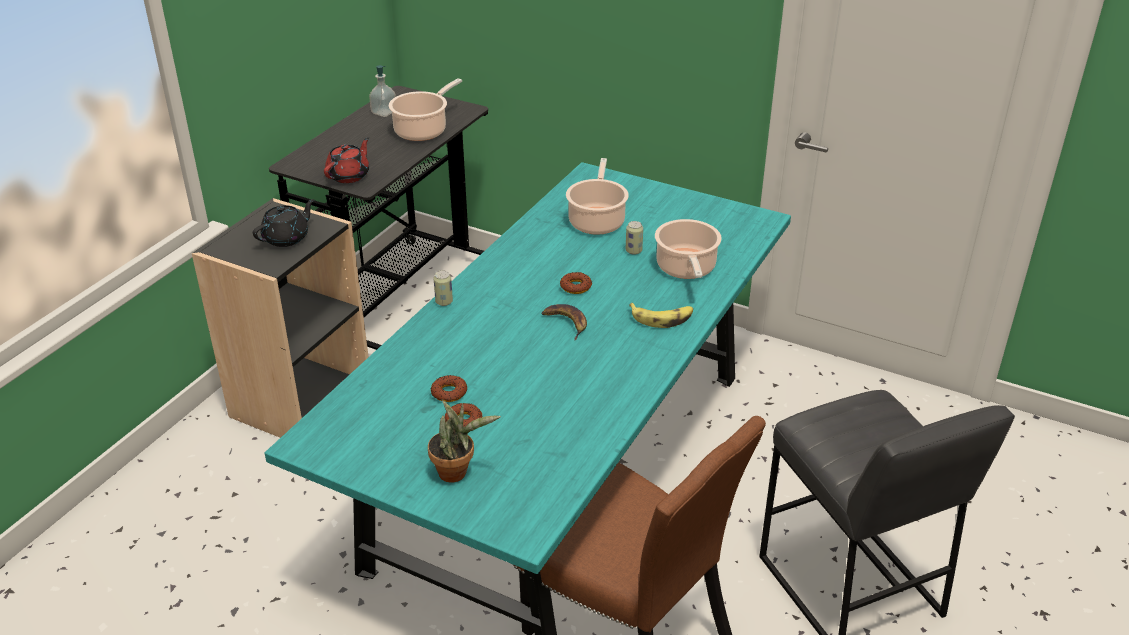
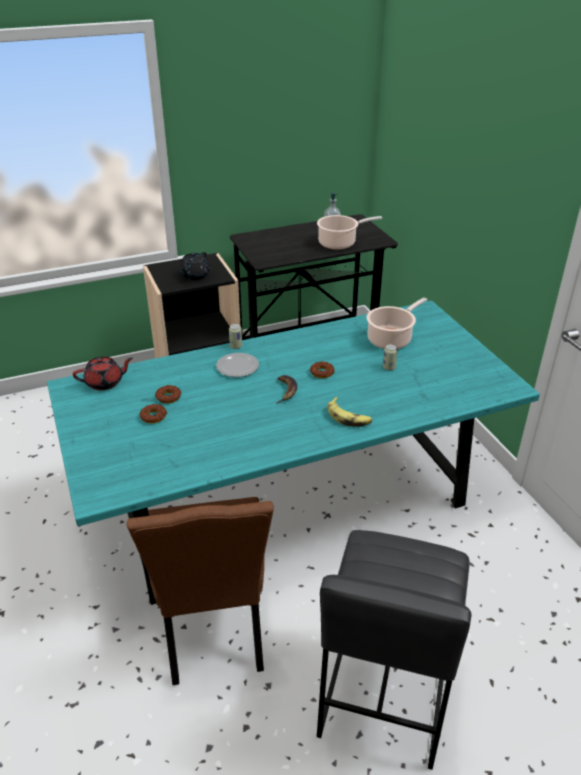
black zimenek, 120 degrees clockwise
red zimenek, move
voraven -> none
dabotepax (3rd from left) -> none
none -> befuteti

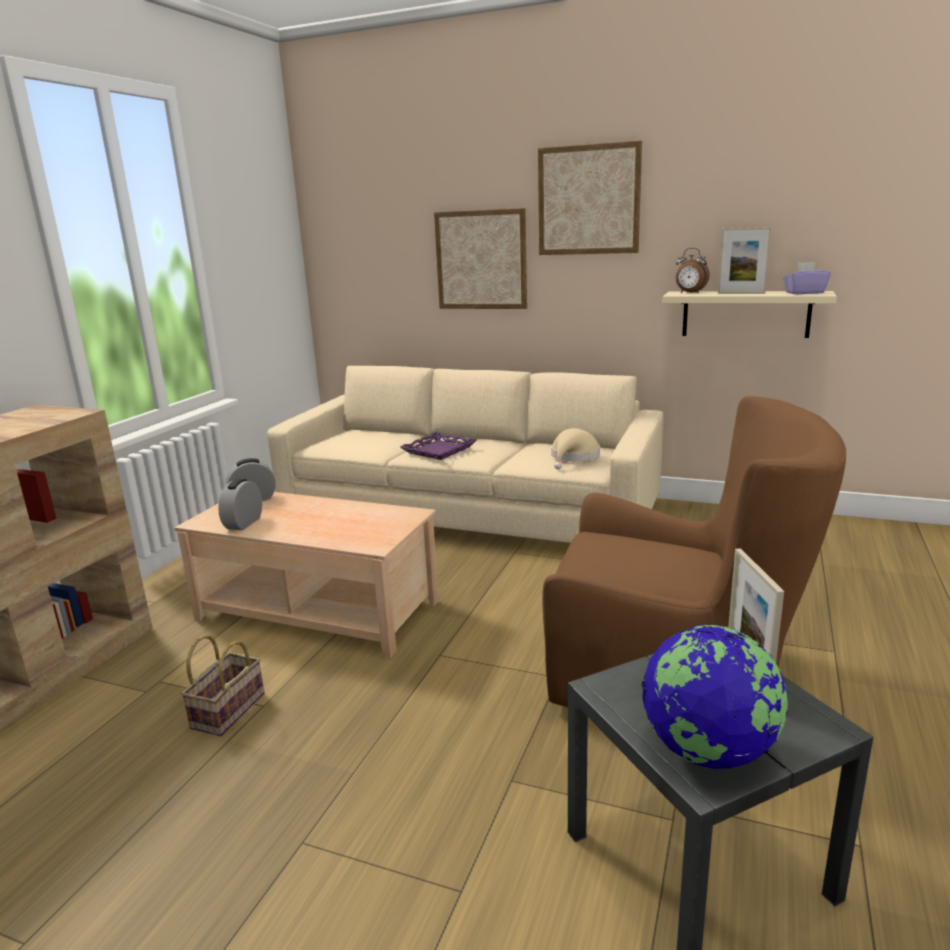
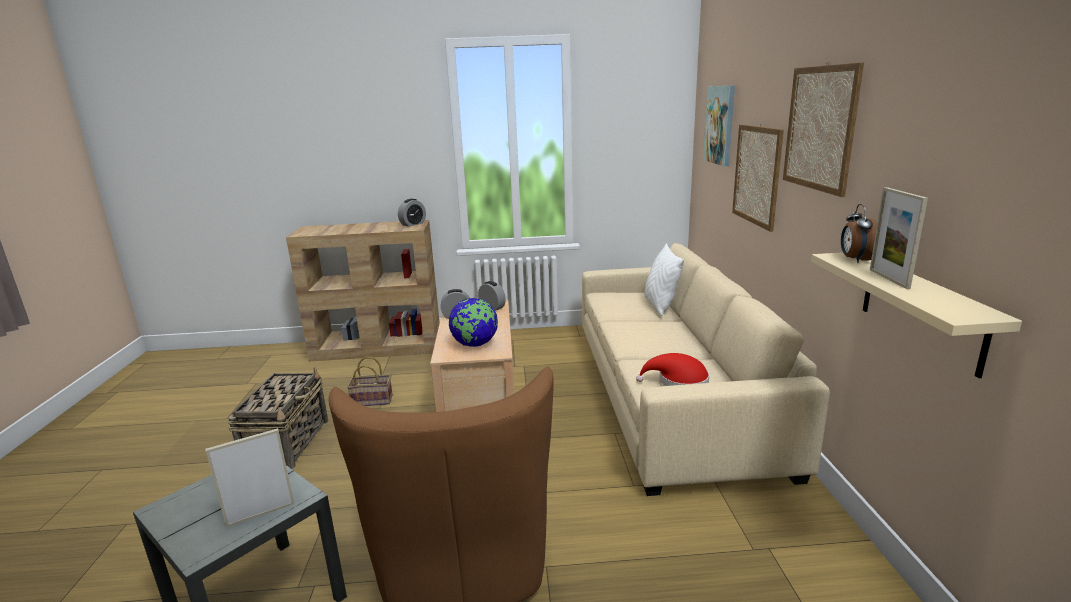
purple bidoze -> none
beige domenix -> red domenix
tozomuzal, move
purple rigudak -> none
none -> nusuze (1st from left)
none -> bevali (1st from left)
none -> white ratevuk
none -> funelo (1st from left)

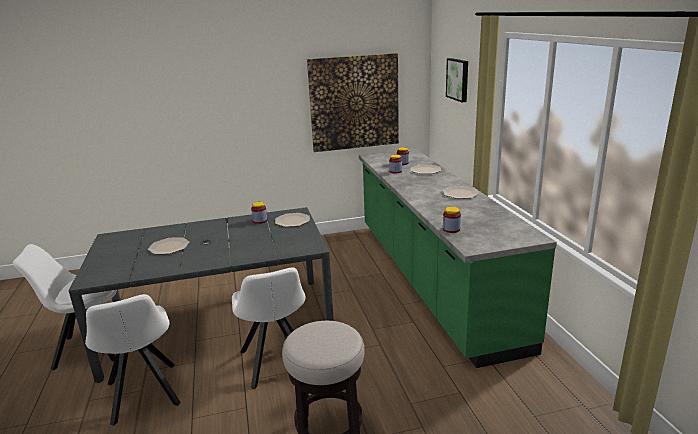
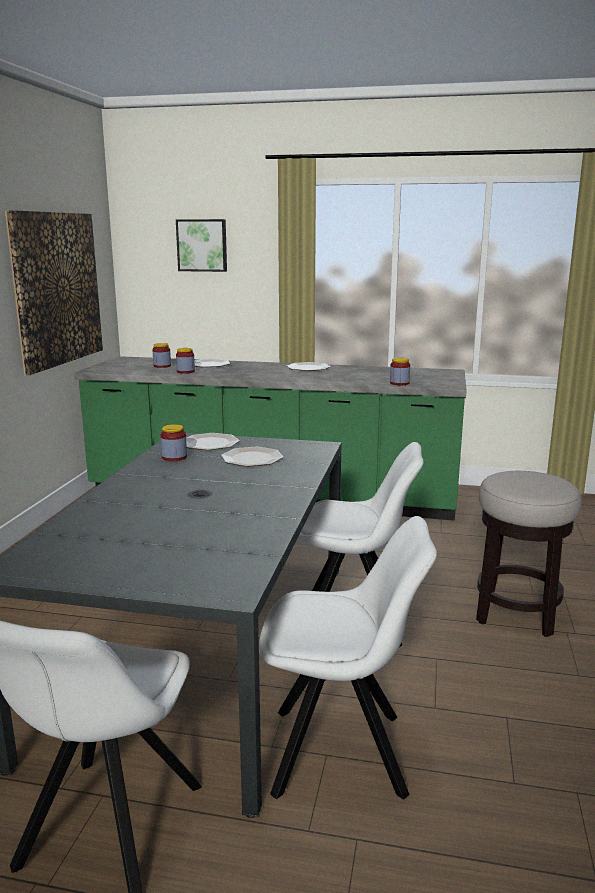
befuteti (1st from left in the first image) -> befuteti (3rd from left), move

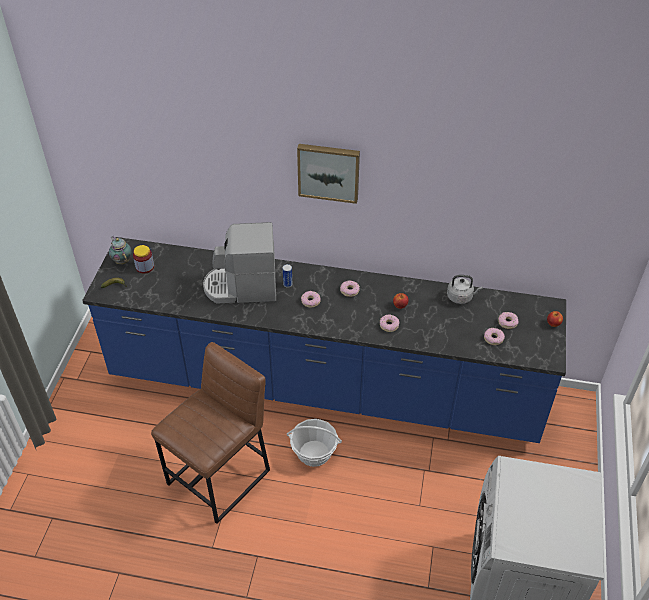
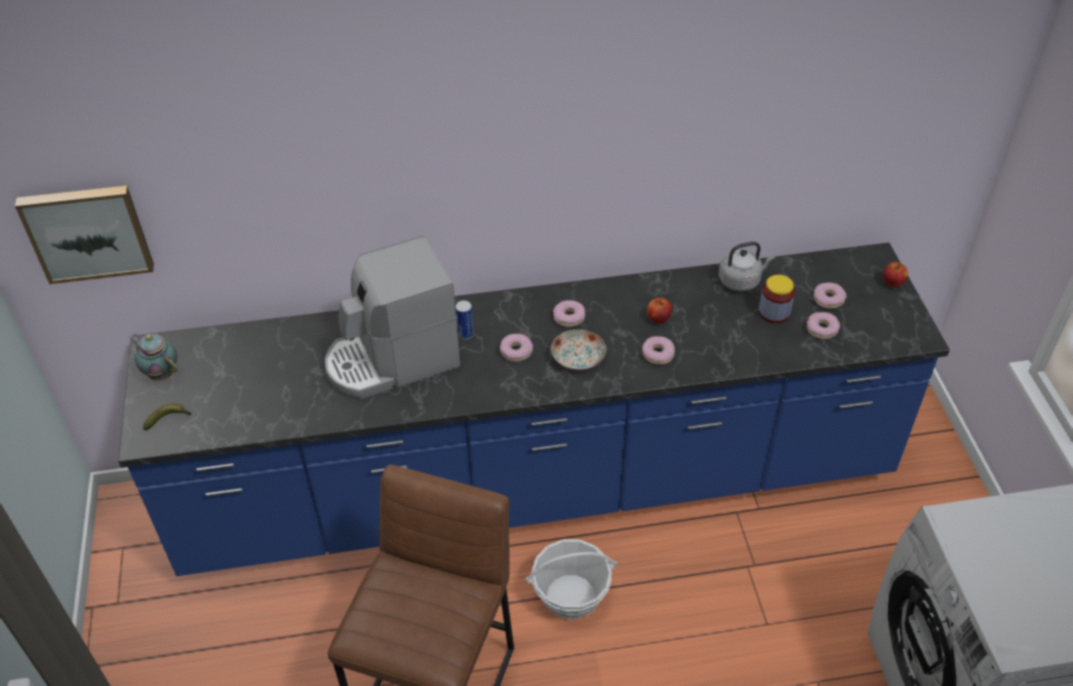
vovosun, move
funelo, move
none -> befuteti

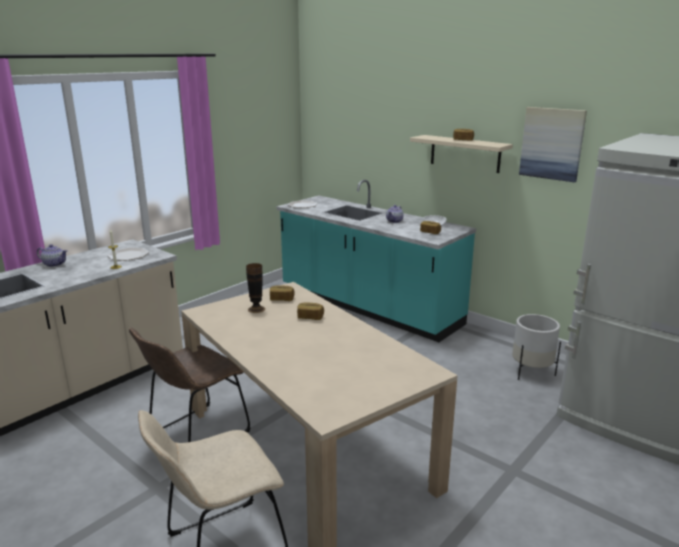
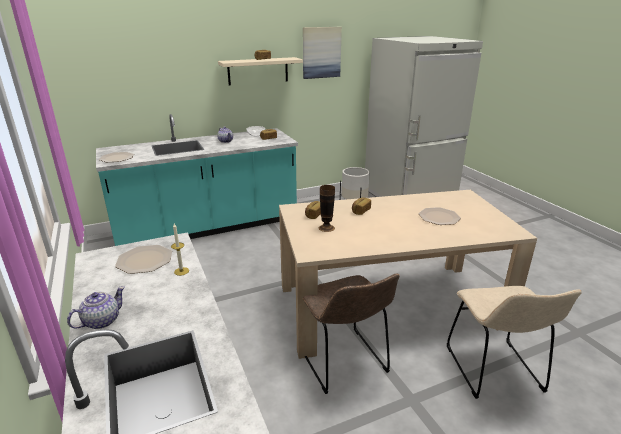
none -> befuteti (3rd from left)

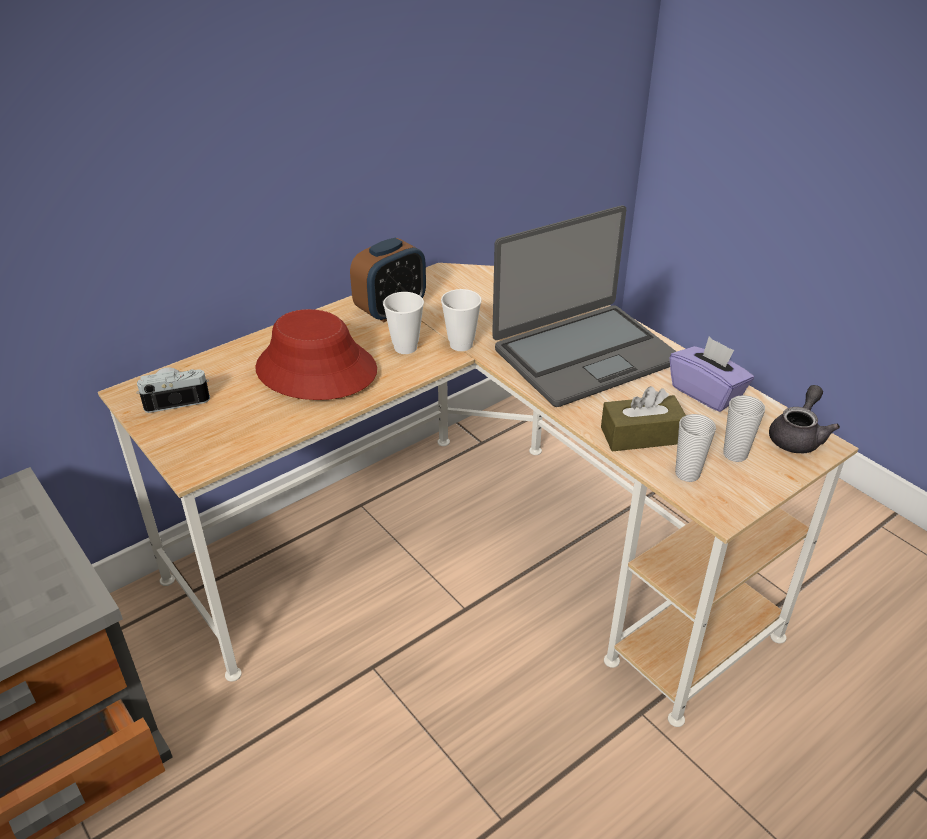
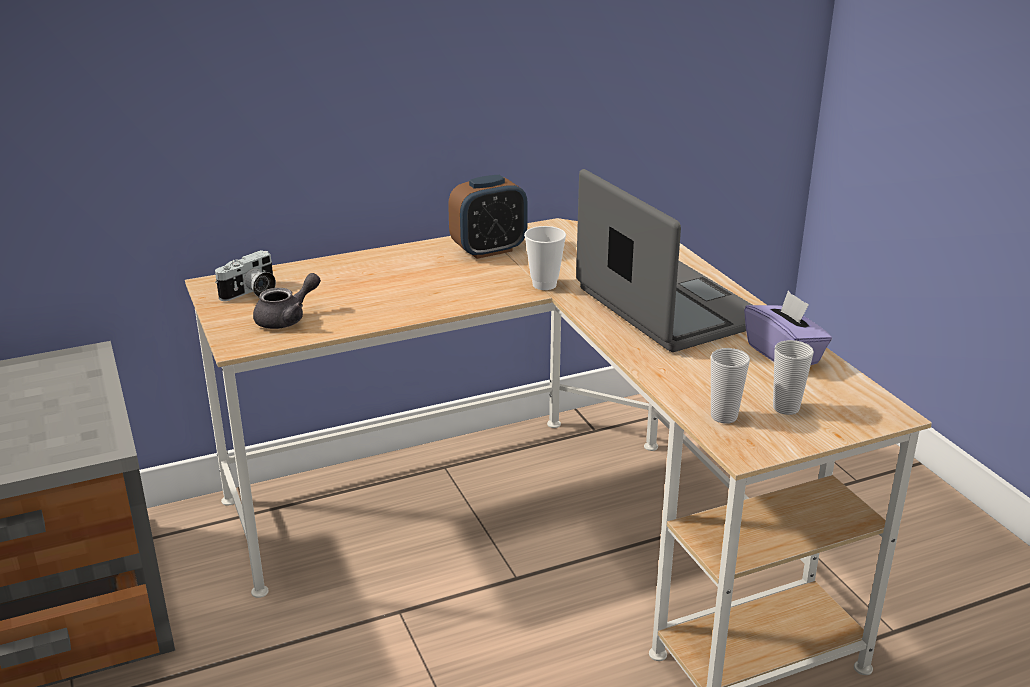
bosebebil, 135 degrees clockwise
red domenix -> none
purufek (1st from left) -> none
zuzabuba, 105 degrees counterclockwise
brown rigudak -> none
grey zimenek, move

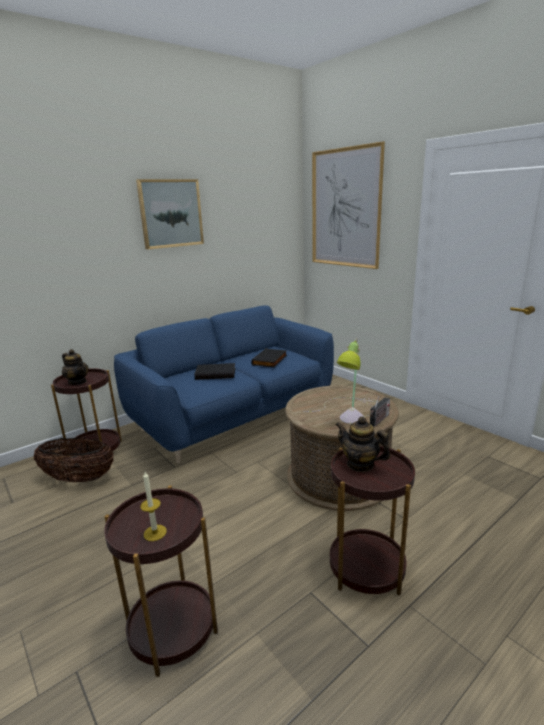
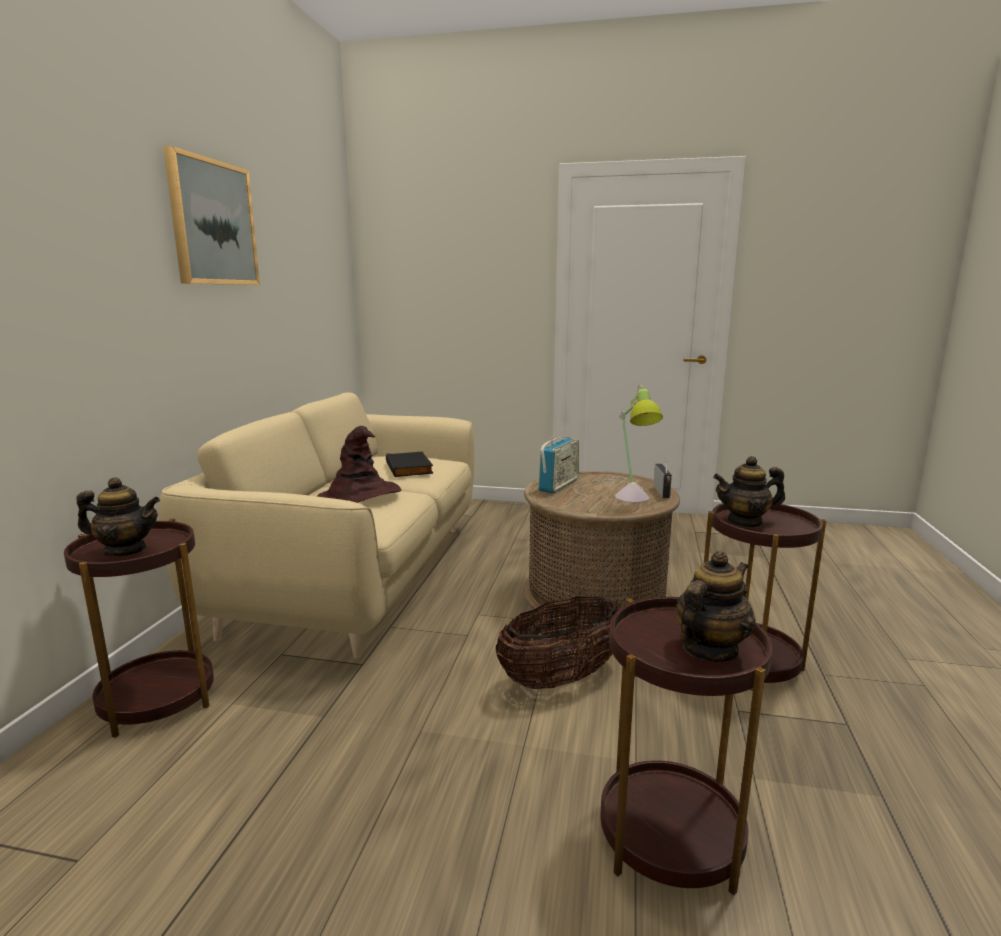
nusuze, move
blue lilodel -> beige lilodel
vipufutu -> zimenek (2nd from left)
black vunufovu (1st from left) -> brown domenix
funelo (2nd from left) -> none
none -> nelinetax (1st from left)

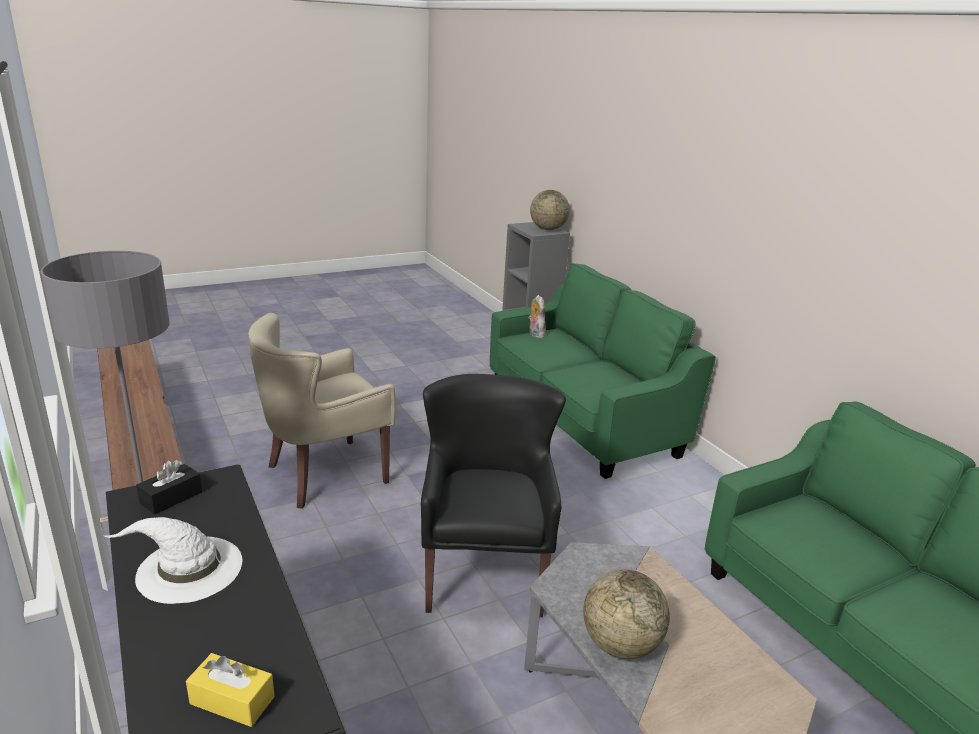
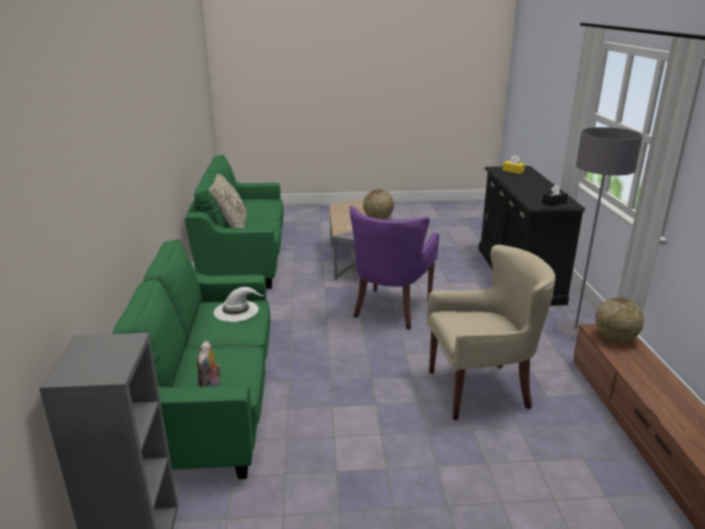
white domenix, move
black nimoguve -> purple nimoguve
tozomuzal (1st from left in the first image) -> tozomuzal (2nd from left), move
none -> beige ratevuk

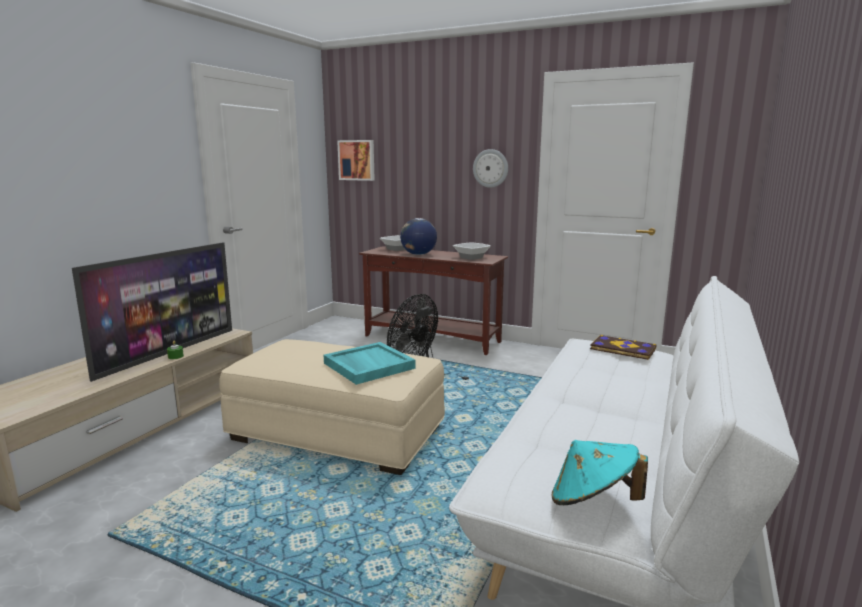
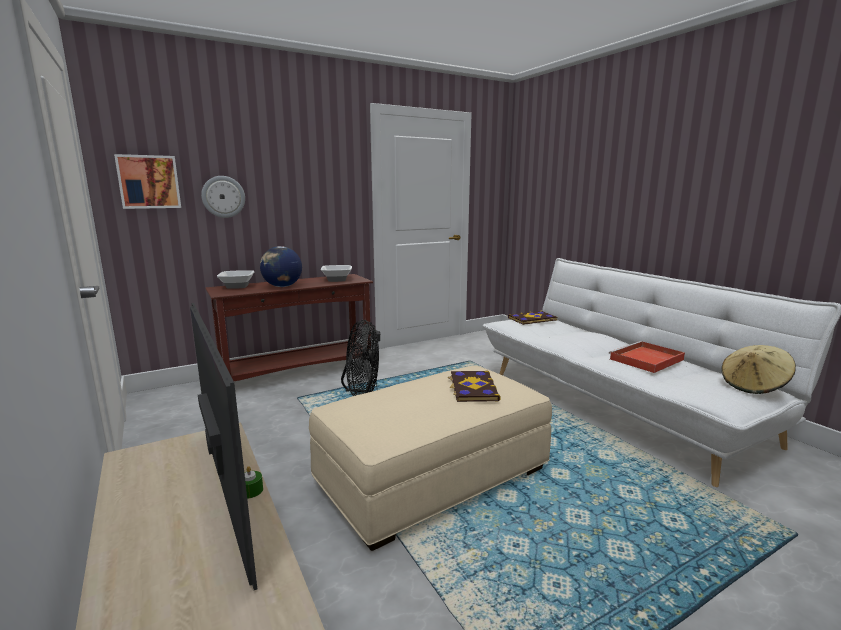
turquoise bidoze -> vunufovu (1st from left)
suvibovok, move
turquoise domenix -> beige domenix
none -> red bidoze

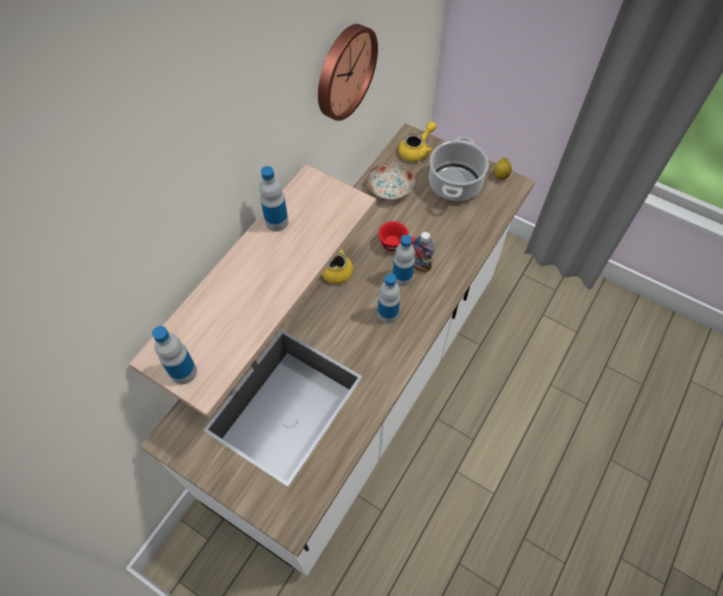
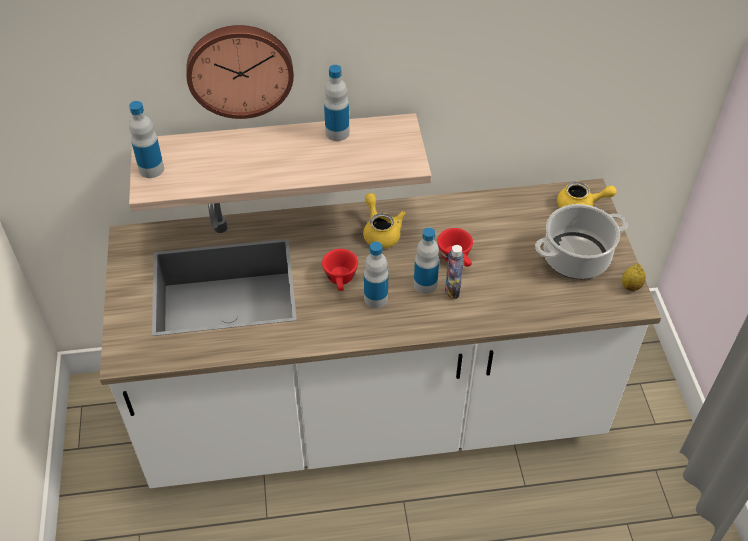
suvibovok, move
befuteti -> none
none -> red purufek (1st from left)

